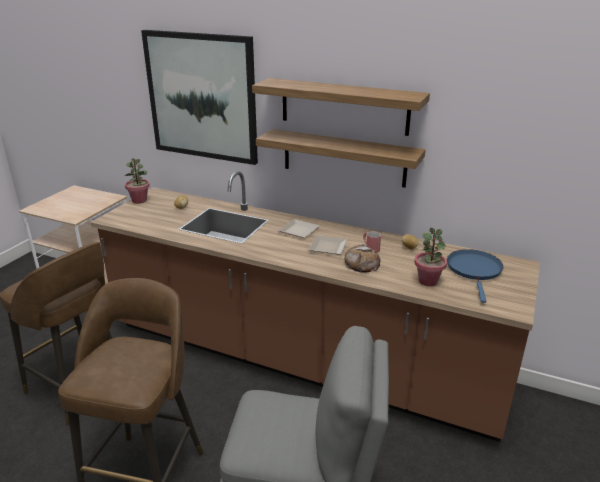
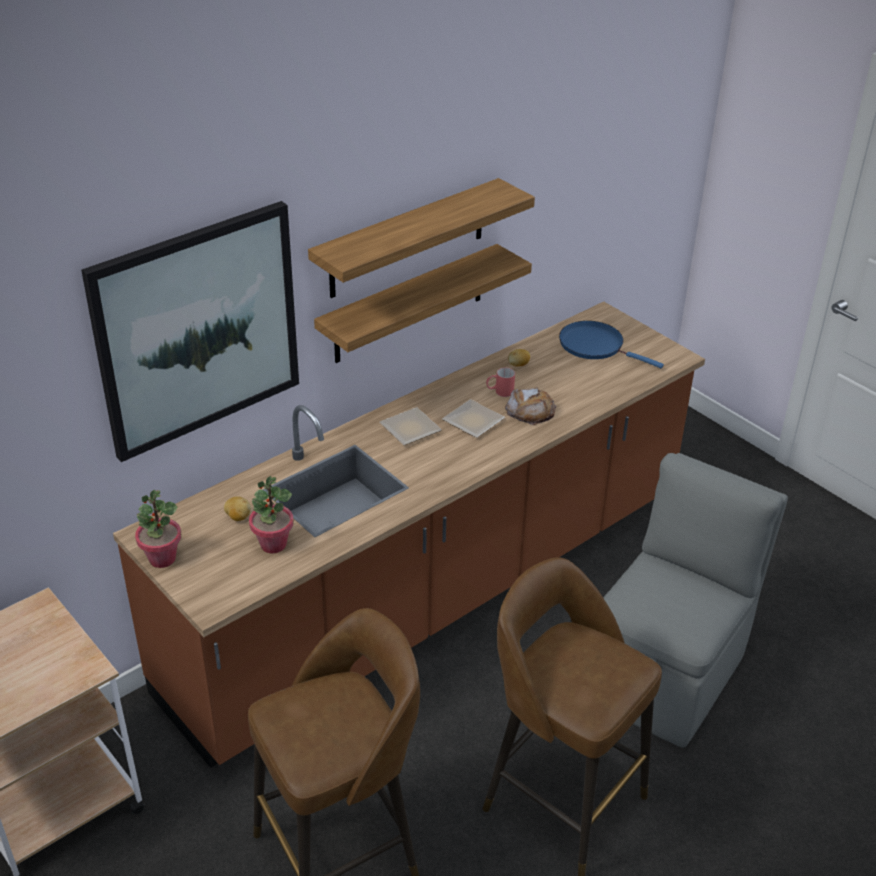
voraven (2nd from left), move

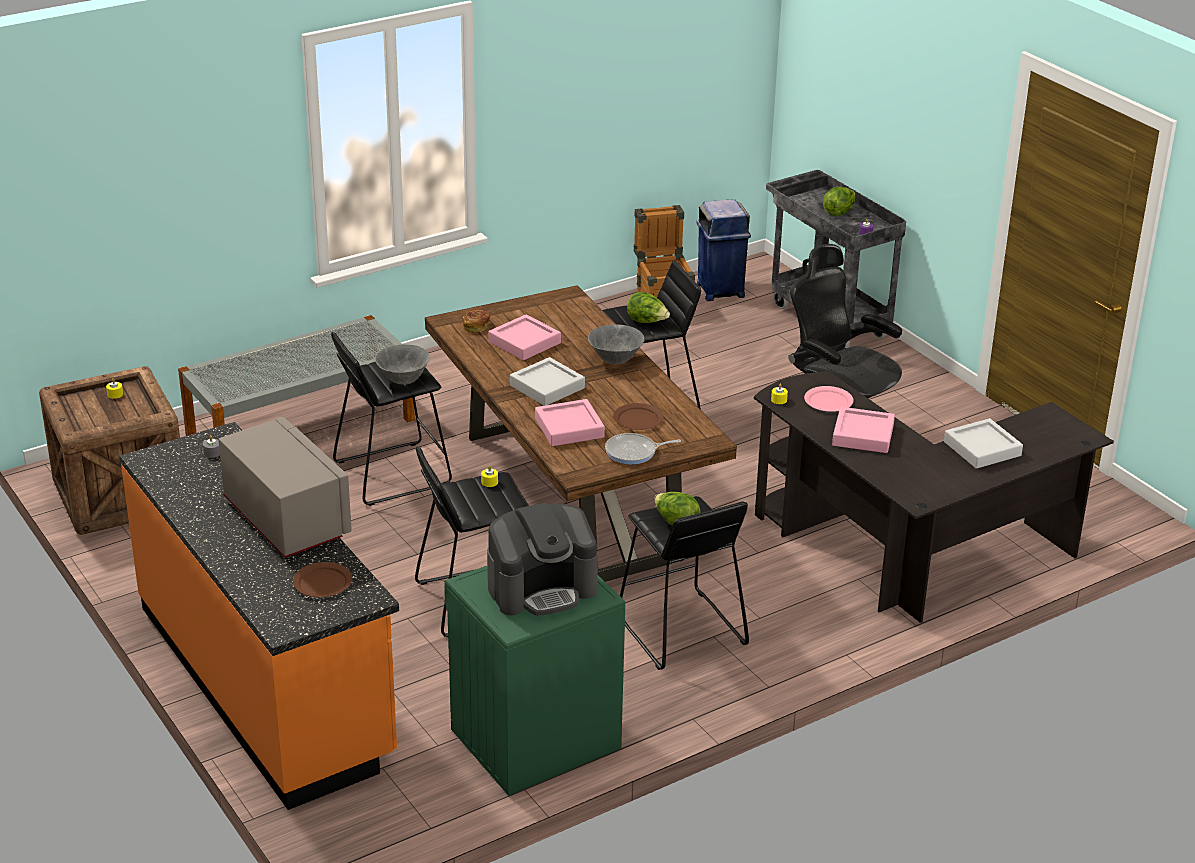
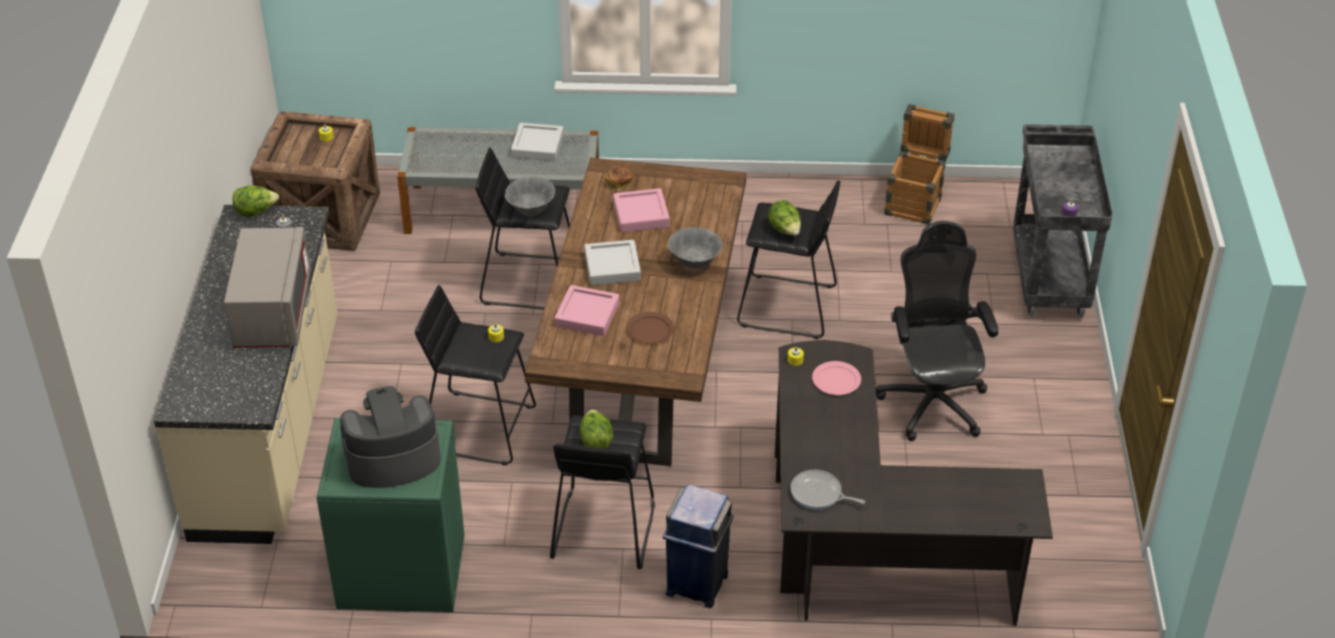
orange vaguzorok -> beige vaguzorok
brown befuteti (1st from left) -> none
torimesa, 150 degrees clockwise
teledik, move
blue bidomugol, move
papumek (3rd from left in the first image) -> papumek (1st from left), move
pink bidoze (3rd from left) -> none
grey bidoze (2nd from left in the first image) -> grey bidoze (1st from left), move

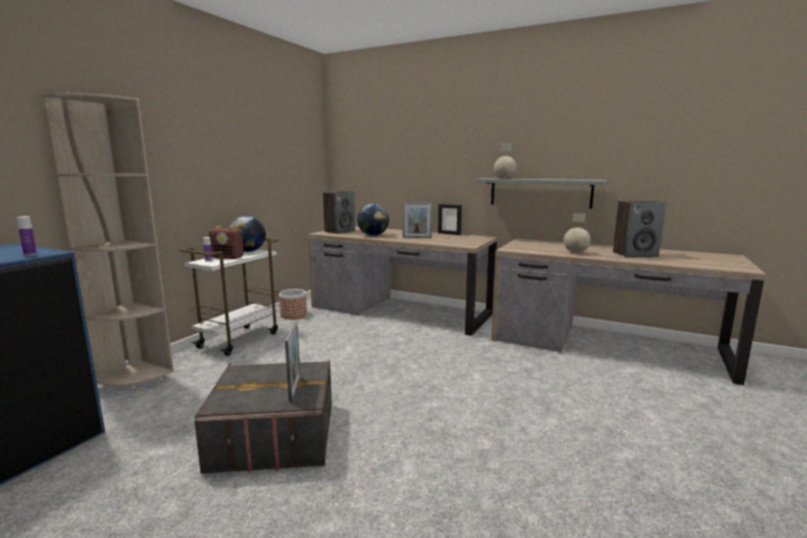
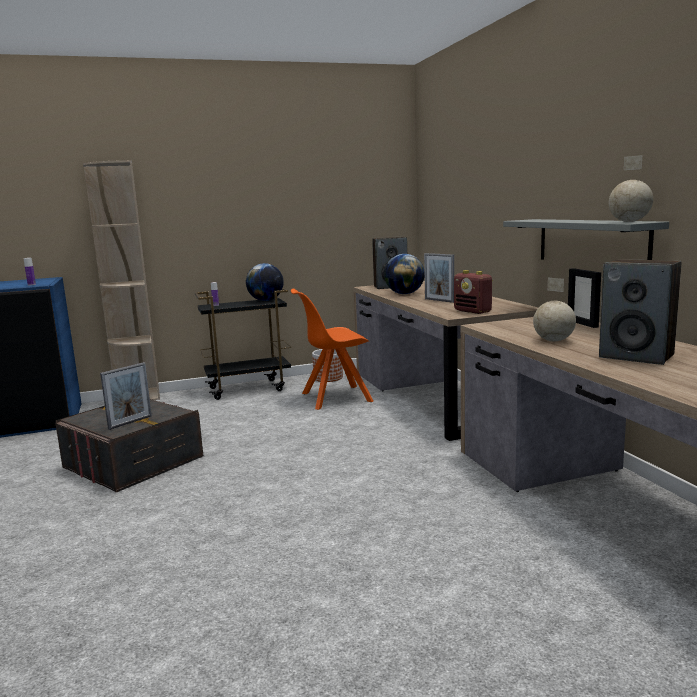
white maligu -> black maligu
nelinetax, move
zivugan (3rd from left), move
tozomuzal (3rd from left in the first image) -> tozomuzal (4th from left), move
none -> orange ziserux

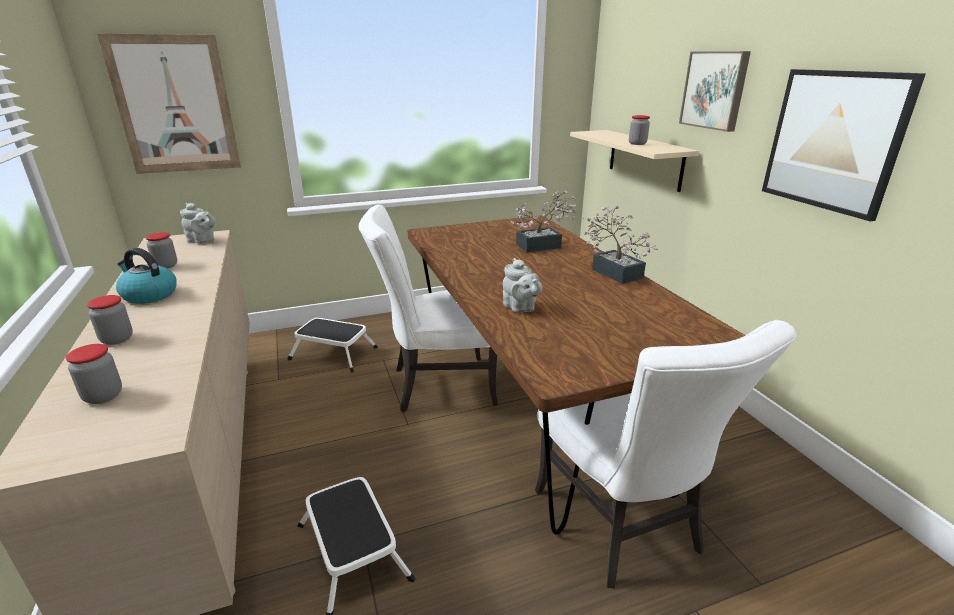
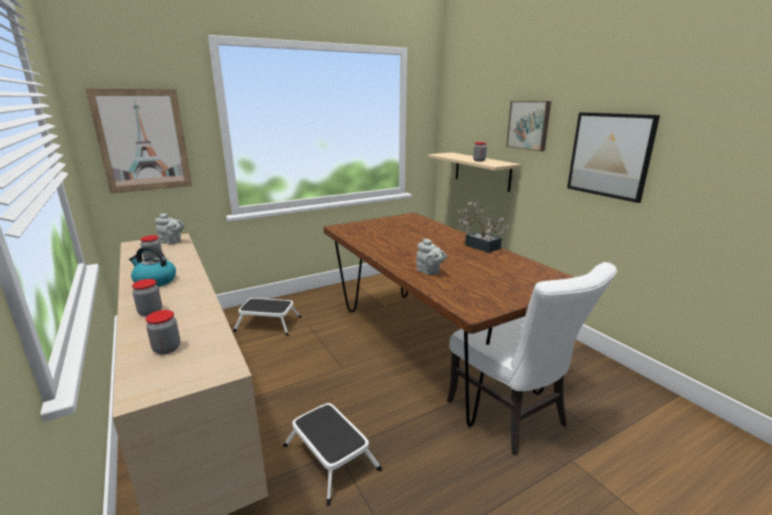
white ziserux (1st from left) -> none
voraven (1st from left) -> none

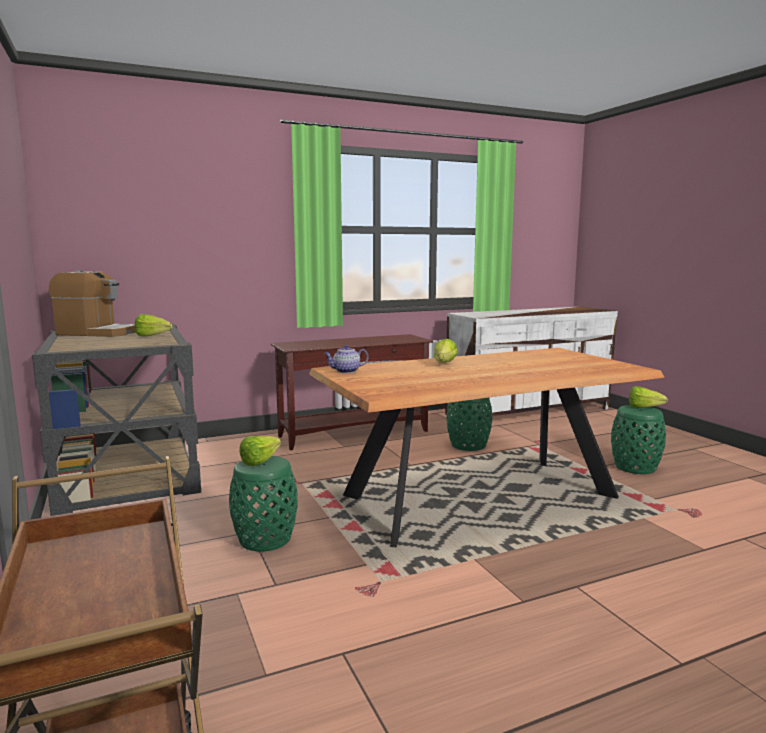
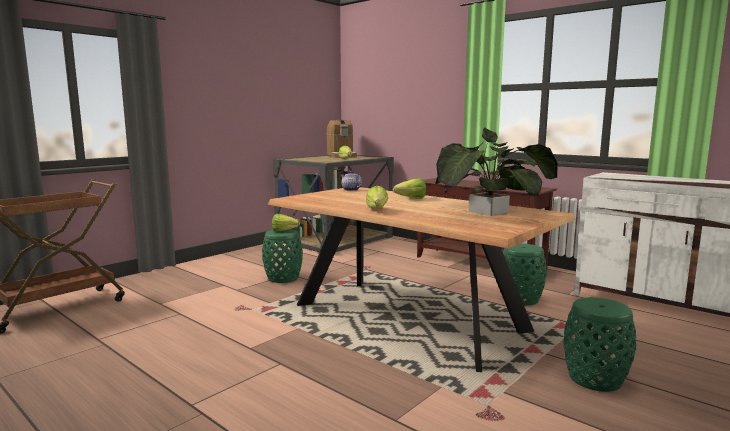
papumek (4th from left in the first image) -> papumek (3rd from left), move
none -> voraven

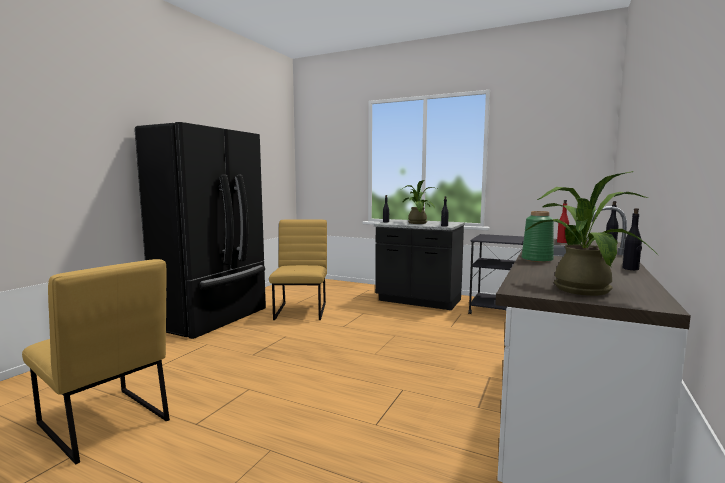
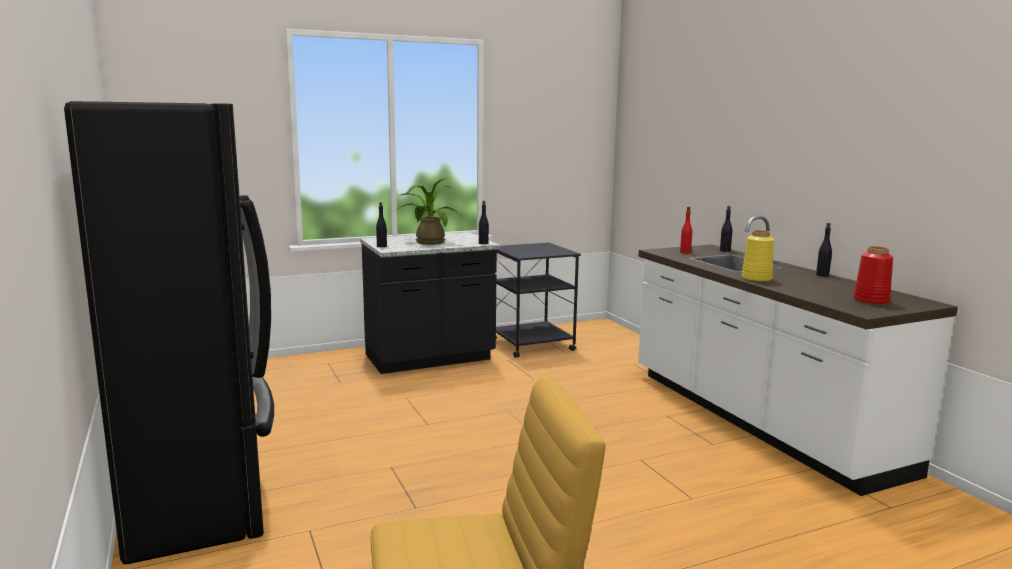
yellow ziserux (2nd from left) -> none
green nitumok -> yellow nitumok
voraven (2nd from left) -> red nitumok

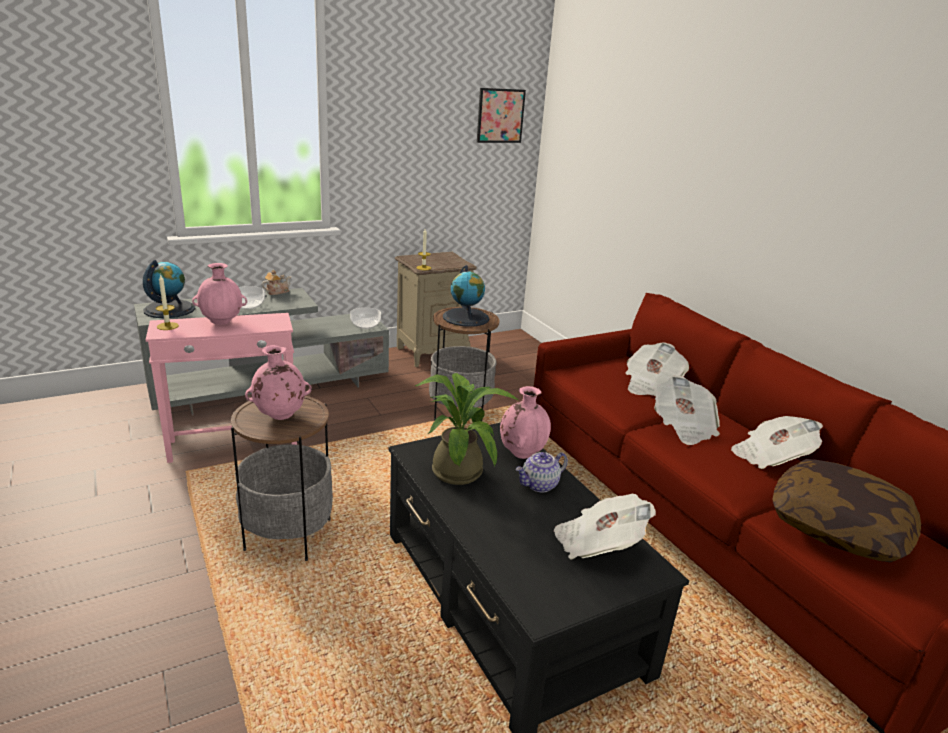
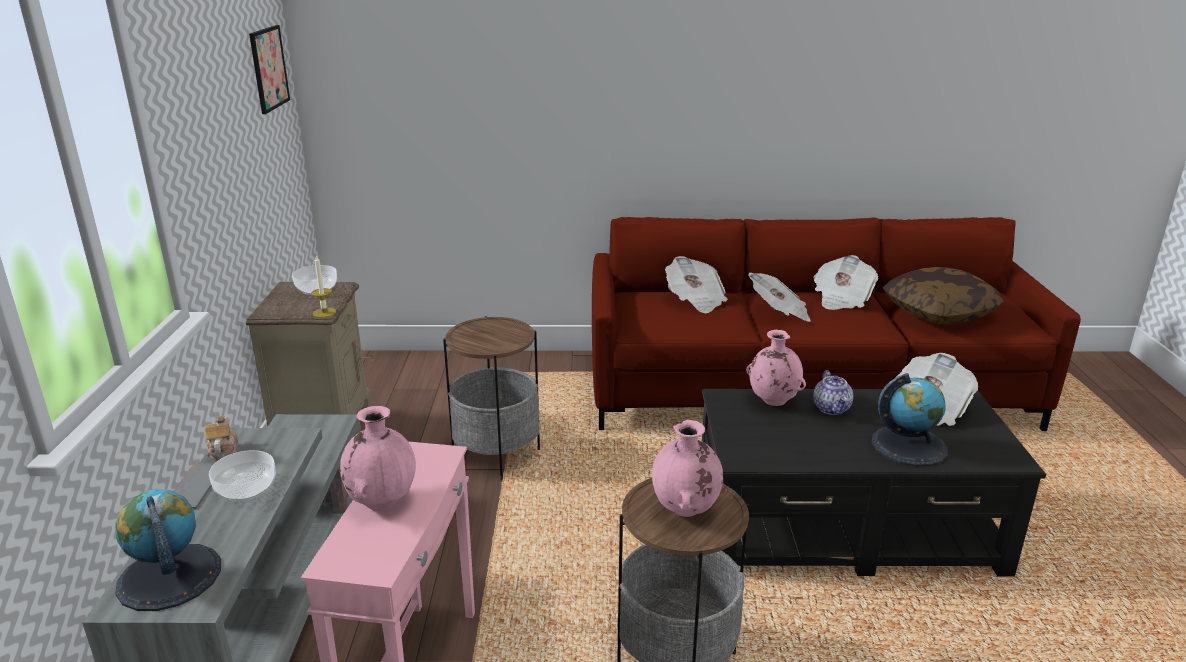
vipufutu (1st from left) -> none
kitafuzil (2nd from left), move
voraven -> none
tozomuzal (2nd from left), move

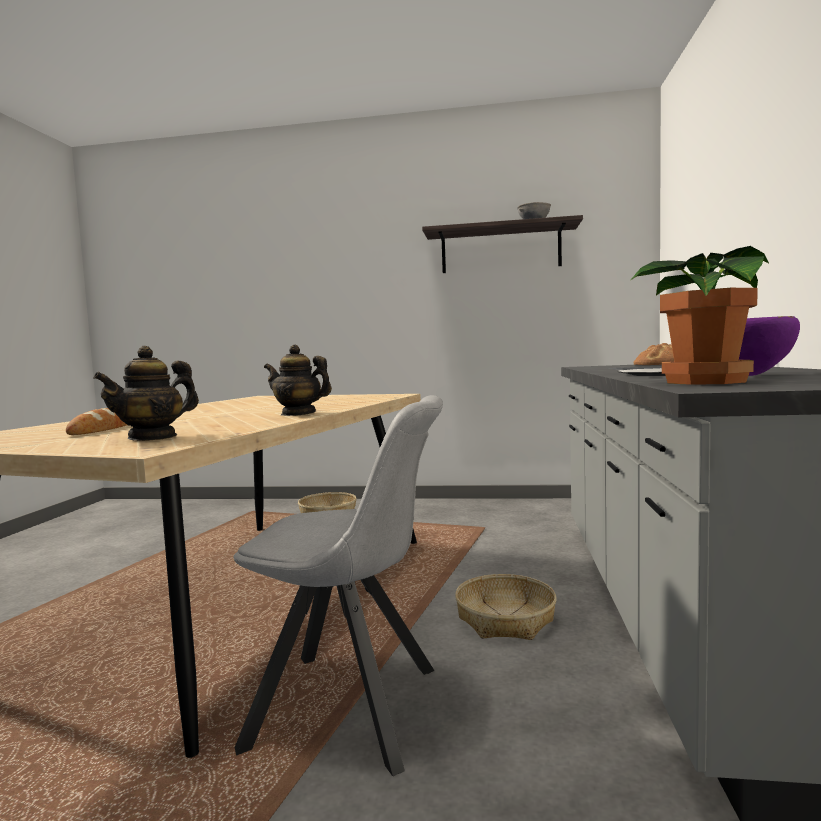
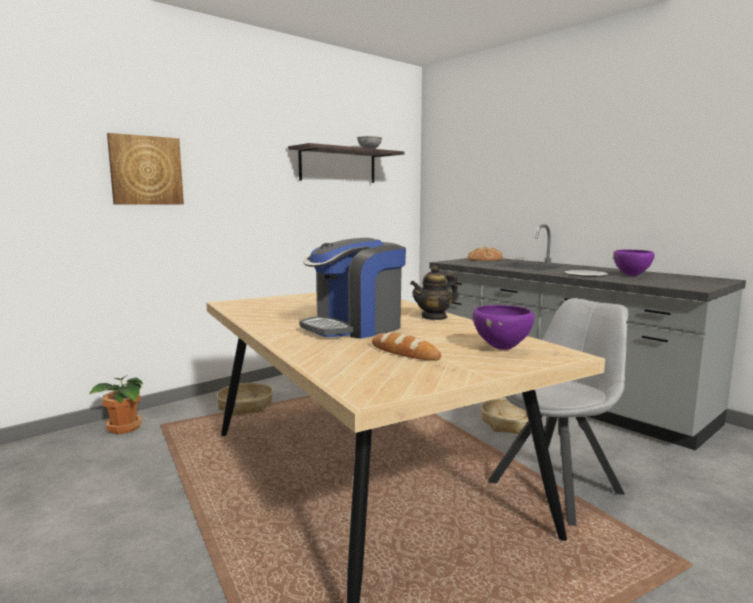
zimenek (1st from left) -> purple kitafuzil (1st from left)
voraven, move
none -> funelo
none -> torimesa

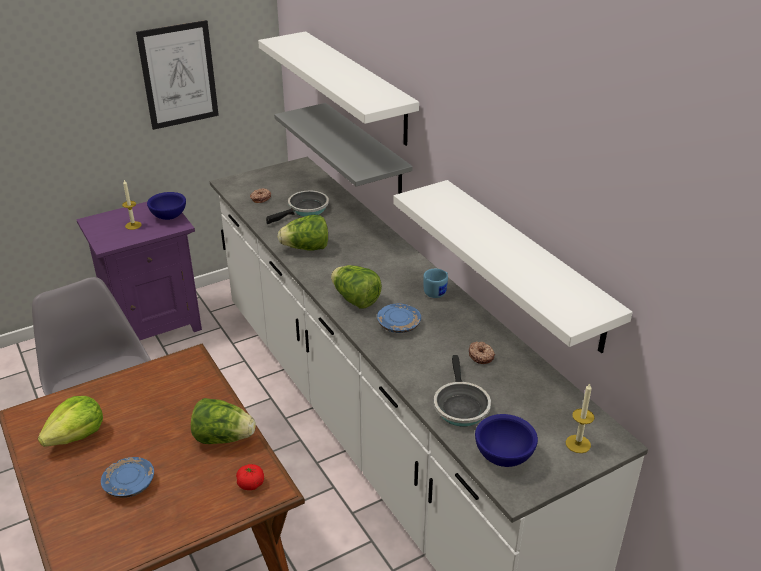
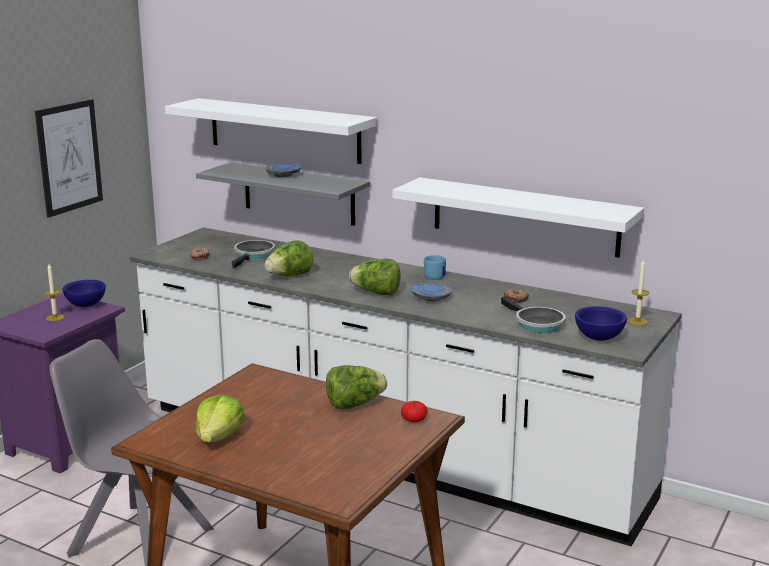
blue befuteti (1st from left), move

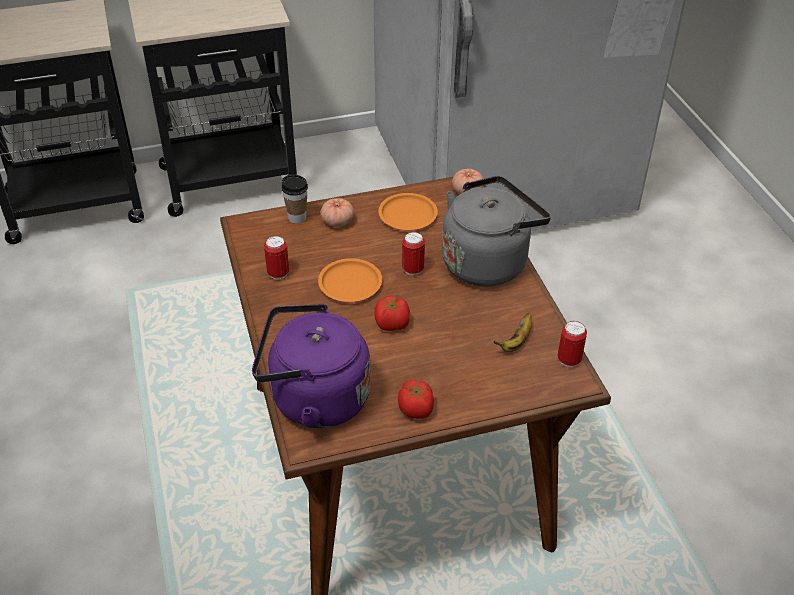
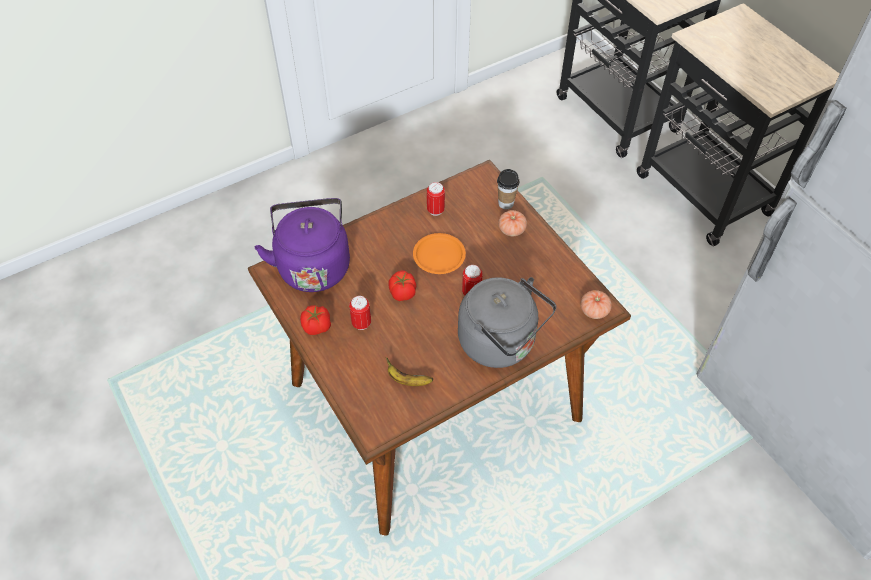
orange befuteti (2nd from left) -> none
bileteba (3rd from left in the first image) -> bileteba (1st from left), move

